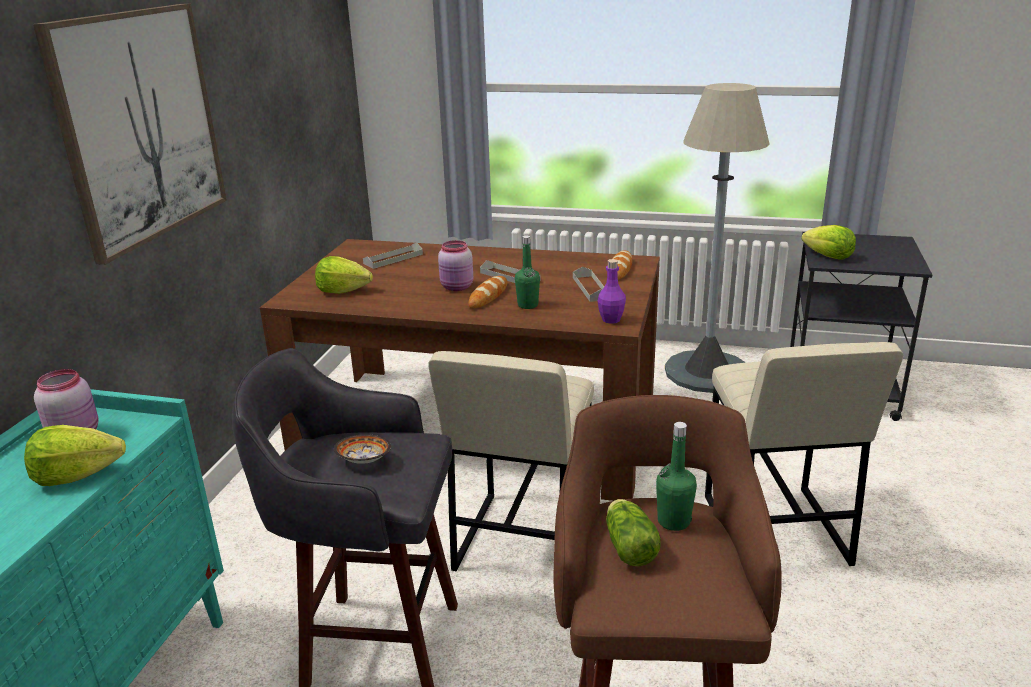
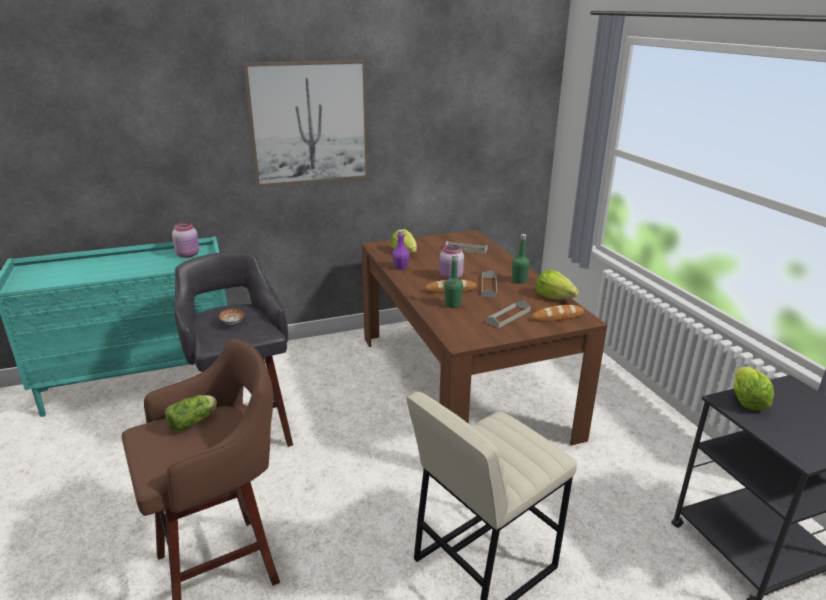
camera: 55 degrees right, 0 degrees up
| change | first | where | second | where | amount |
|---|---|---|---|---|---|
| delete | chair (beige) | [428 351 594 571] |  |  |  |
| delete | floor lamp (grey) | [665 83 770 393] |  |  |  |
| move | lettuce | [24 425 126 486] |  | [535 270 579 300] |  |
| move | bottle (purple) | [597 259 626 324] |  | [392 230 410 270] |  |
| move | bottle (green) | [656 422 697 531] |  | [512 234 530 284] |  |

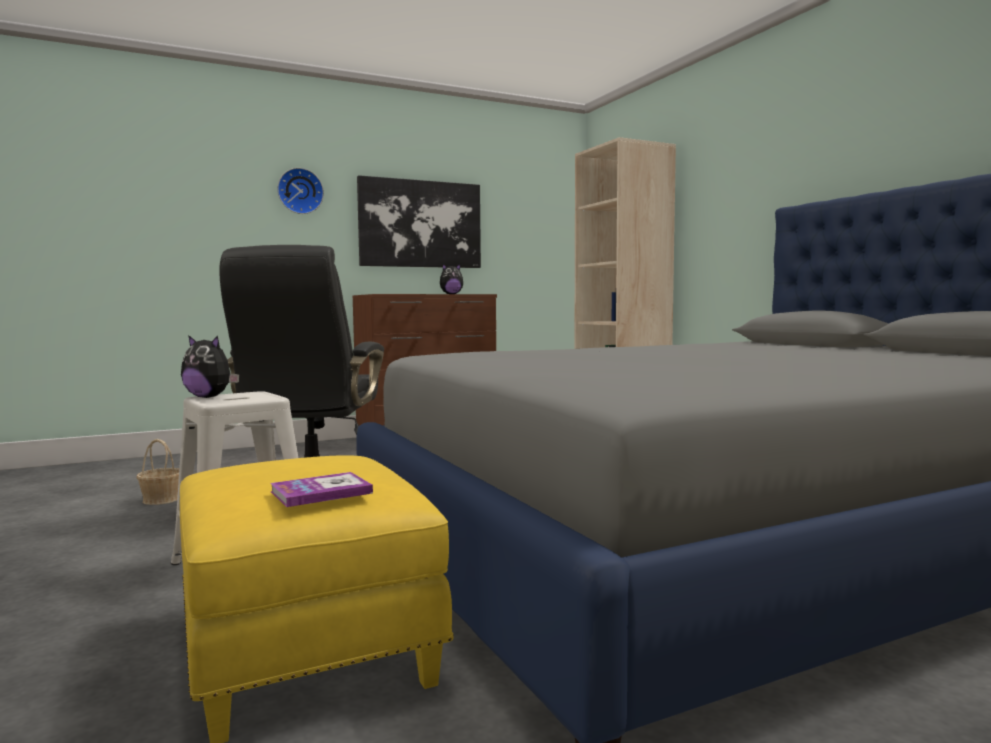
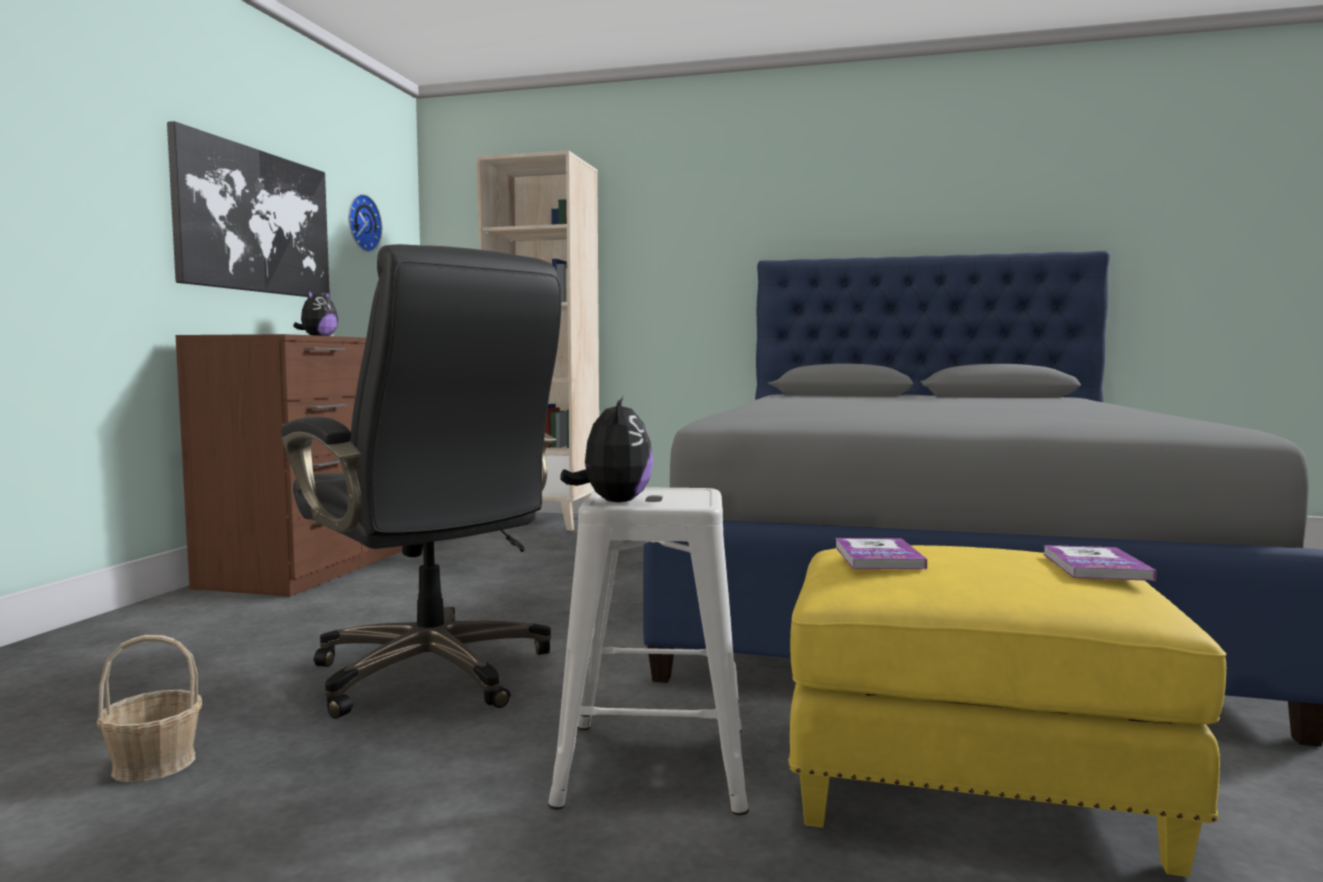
camera: 50 degrees left, 0 degrees up
| change | first | where | second | where | amount |
|---|---|---|---|---|---|
| insert |  |  | book | [835 538 927 569] |  |
| move | wall clock | [277 168 324 214] |  | [349 194 383 252] |  |
| rotate | plush toy | [181 335 239 398] |  | [560 397 653 502] | 60 degrees counterclockwise |

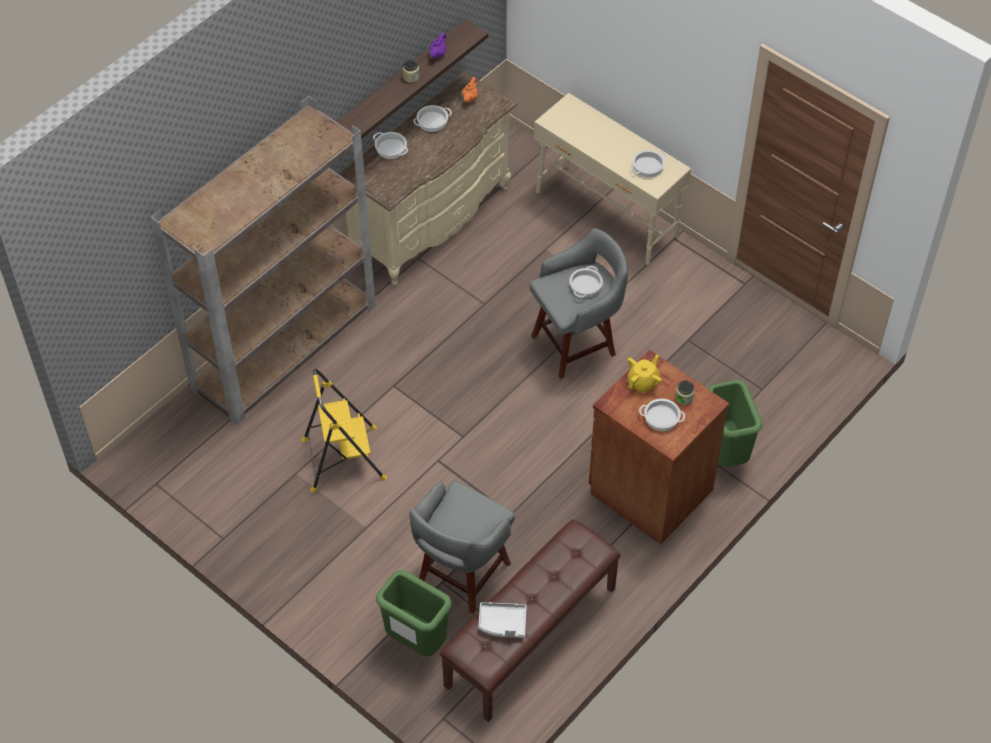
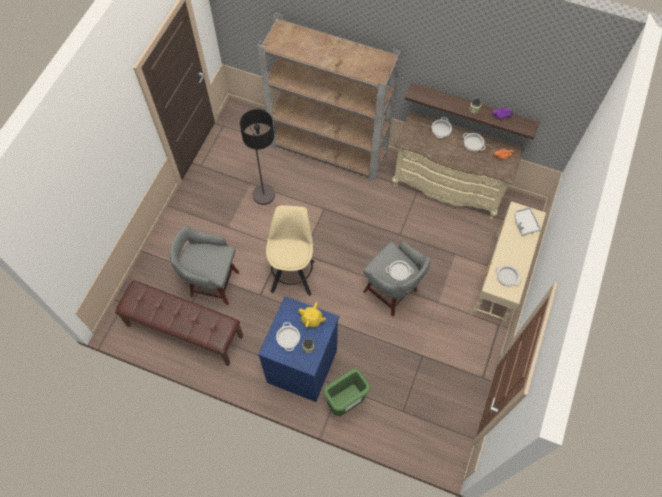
camera: 70 degrees right, 10 degrees up
| change | first | where | second | where | amount |
|---|---|---|---|---|---|
| delete | trash can (green) | [376 570 452 656] |  |  |  |
| insert |  |  | stool (beige) | [266 205 315 296] |  |
| move | tray (grey) | [478 602 527 638] |  | [515 207 541 236] |  |
| replace | step ladder (yellow) | [301 369 387 493] | floor lamp (black) | [240 109 275 205] |  |
| recolor | dresser (brown) | [589 350 729 544] | dresser (blue) | [258 296 339 402] |  |

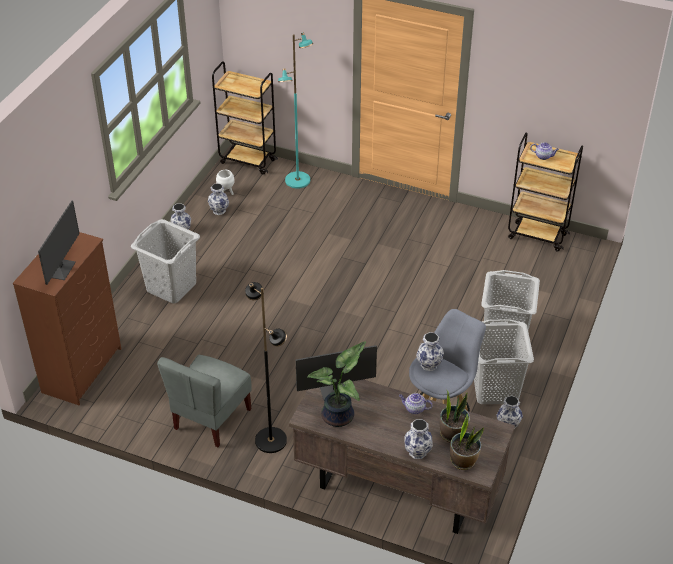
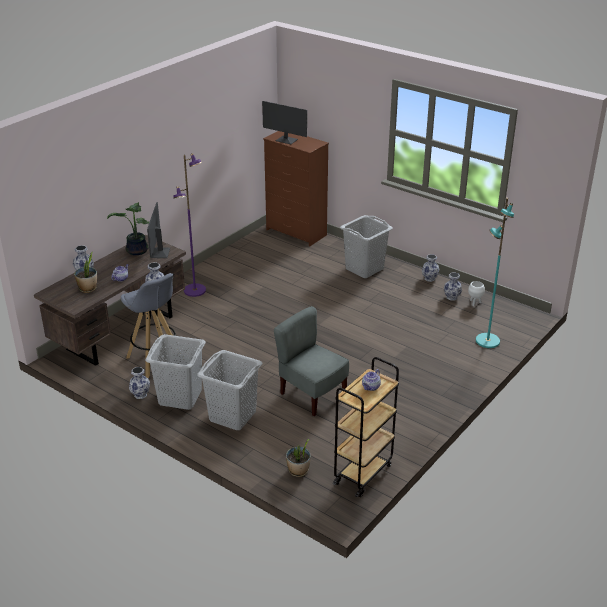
camera: 105 degrees right, 10 degrees down
| change | first | where | second | where | amount |
|---|---|---|---|---|---|
| delete | cart (brown) | [212 62 278 175] |  |  |  |
| move | chair (grey) | [157 355 252 447] |  | [274 306 349 416] |  |
| move | potted plant | [450 414 484 470] |  | [286 439 311 477] |  |
| recolor | floor lamp (black) | [245 282 287 453] | floor lamp (purple) | [173 153 206 297] |  |

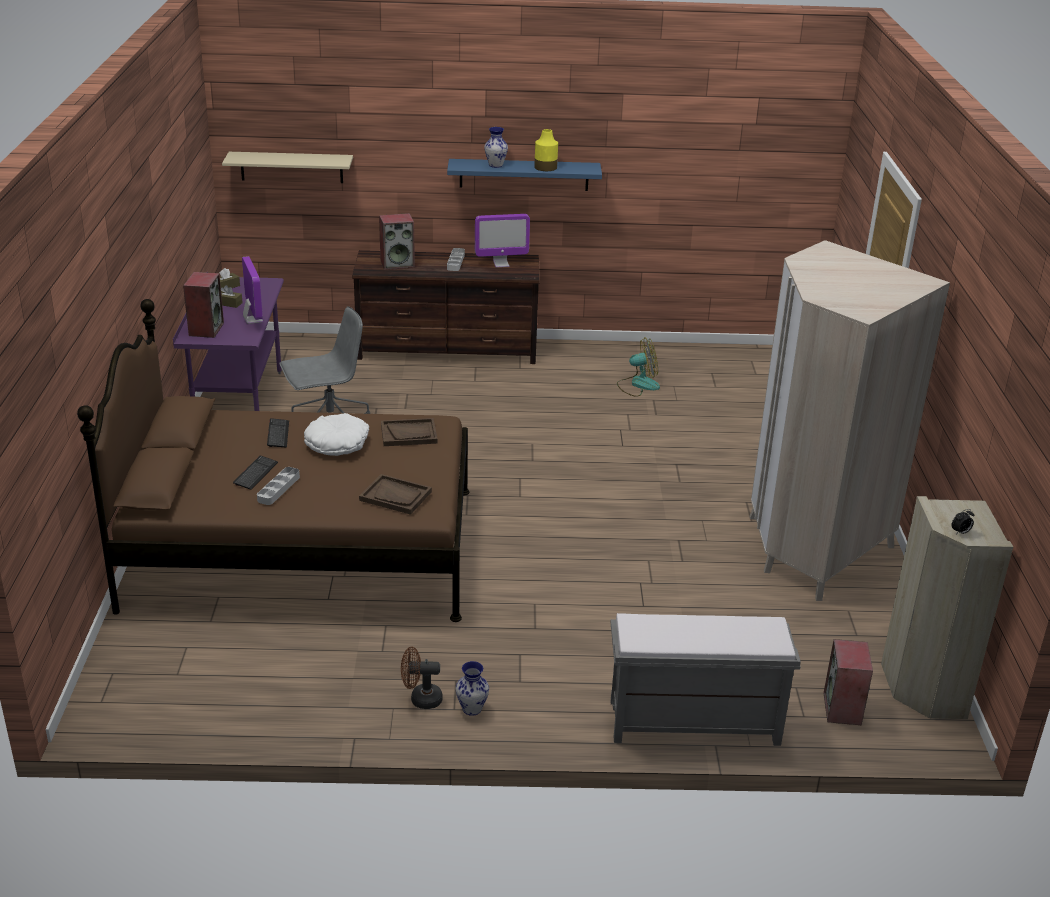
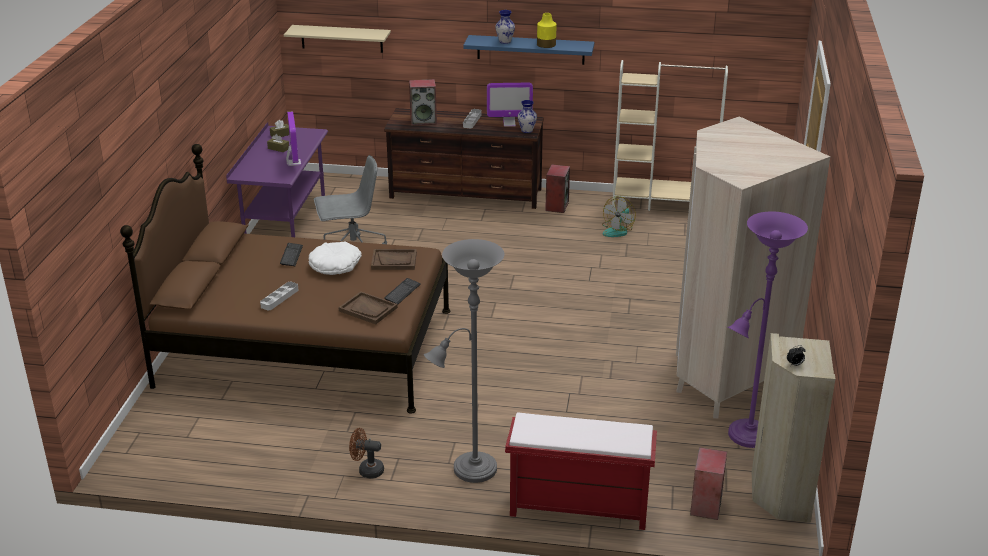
camera: 10 degrees right, 0 degrees up
| change | first | where | second | where | amount |
|---|---|---|---|---|---|
| insert |  |  | floor lamp (grey) | [424 239 504 483] |  |
| insert |  |  | clothes rack (beige) | [612 60 728 211] |  |
| insert |  |  | floor lamp (purple) | [728 211 808 448] |  |
| move | speaker | [183 272 224 338] |  | [545 164 570 213] |  |
| move | keyboard | [233 456 278 490] |  | [384 278 421 305] |  |
| move | vase | [456 661 489 716] |  | [518 100 537 133] |  |
| recolor | bench (grey) | [611 613 801 746] | bench (red) | [505 412 657 530] |  |
| rotate | fan | [617 337 660 397] |  | [602 196 636 237] | 120 degrees clockwise |

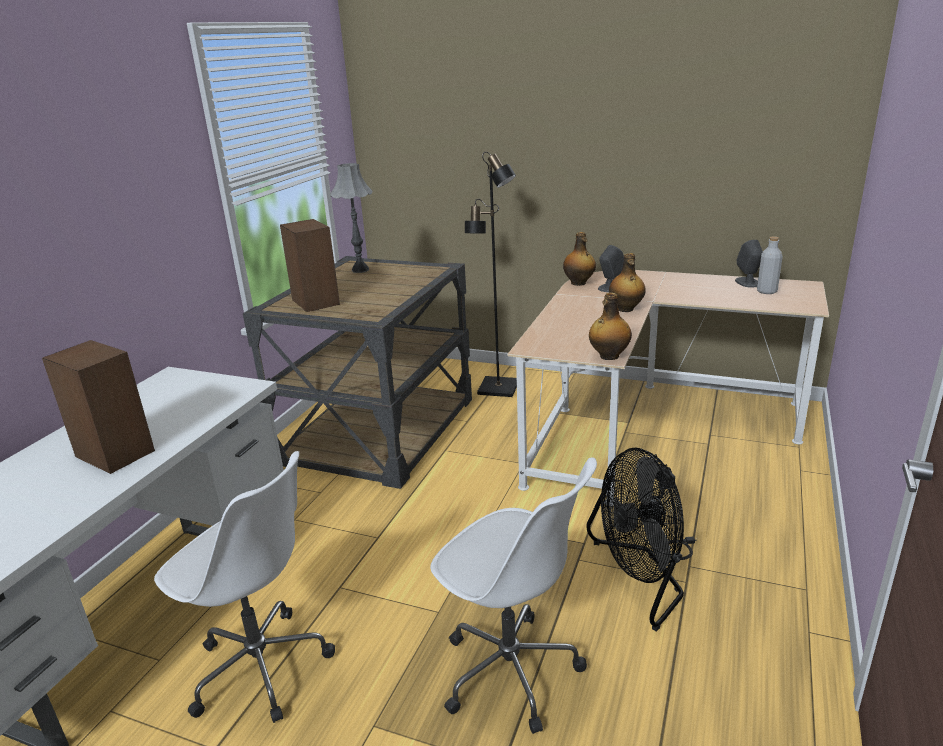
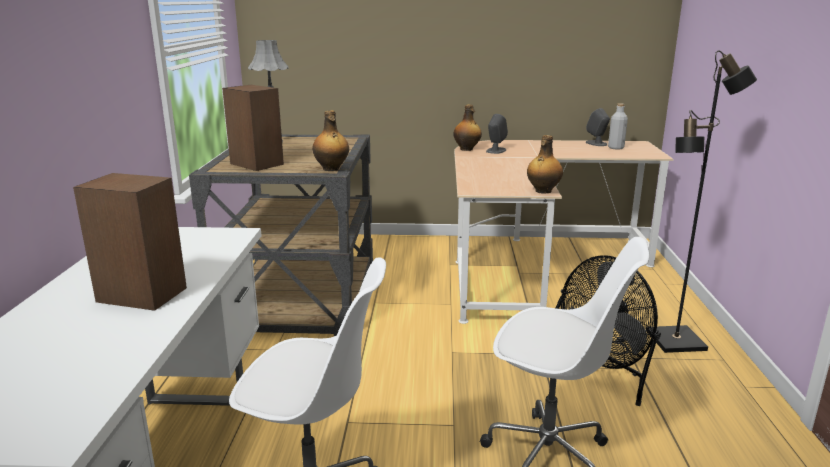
camera: 20 degrees left, 5 degrees down
| change | first | where | second | where | amount |
|---|---|---|---|---|---|
| move | floor lamp (black) | [465 152 517 397] |  | [646 50 757 353] |  |
| move | bottle | [609 253 646 312] |  | [312 110 349 171] |  |

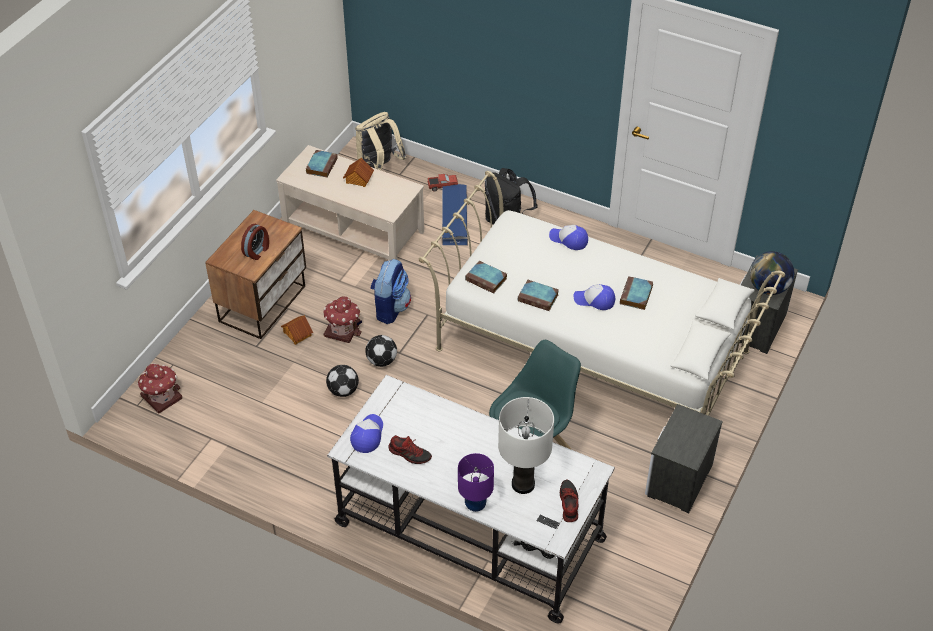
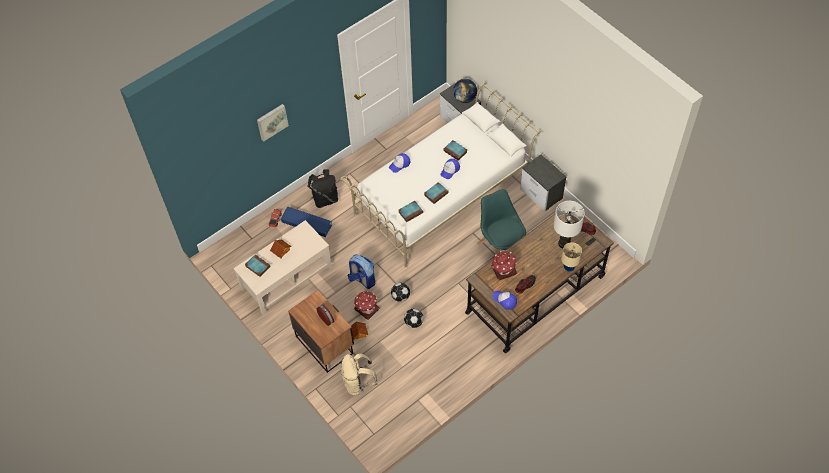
camera: 65 degrees left, 10 degrees up
| change | first | where | second | where | amount |
|---|---|---|---|---|---|
| insert |  |  | picture | [257 104 289 142] |  |
| move | toy house | [137 363 182 413] |  | [492 251 517 280] |  |
| move | backpack (beige) | [355 112 407 170] |  | [341 354 378 395] |  |
| recolor | desk (white) | [327 375 615 623] | desk (brown) | [465 214 614 353] |  |
| recolor | table lamp (purple) | [458 453 494 512] | table lamp (beige) | [561 242 582 272] |  |

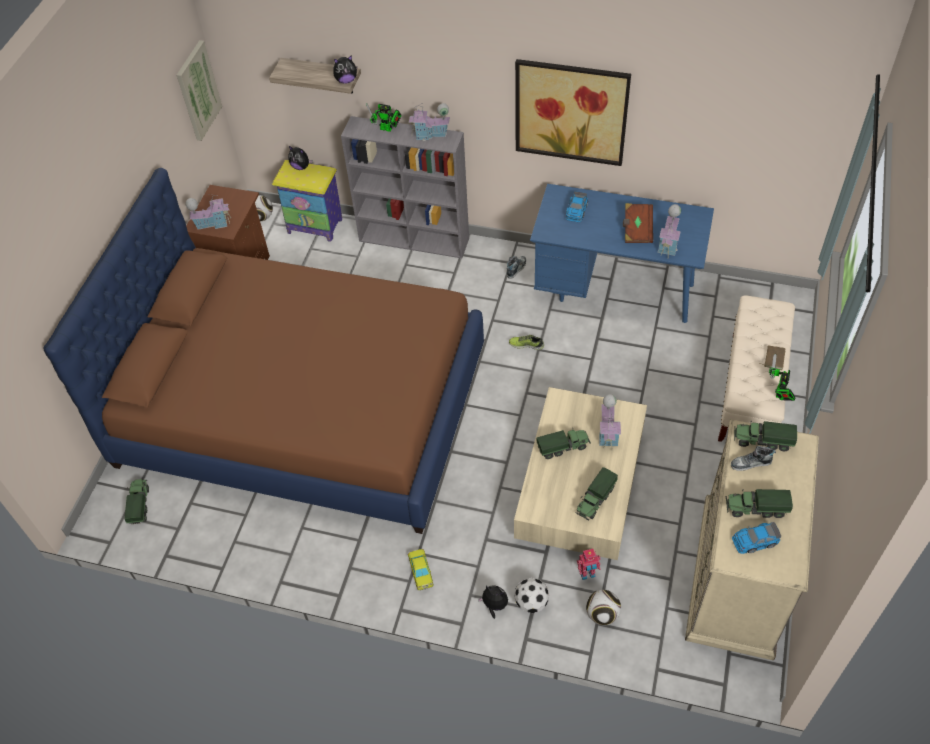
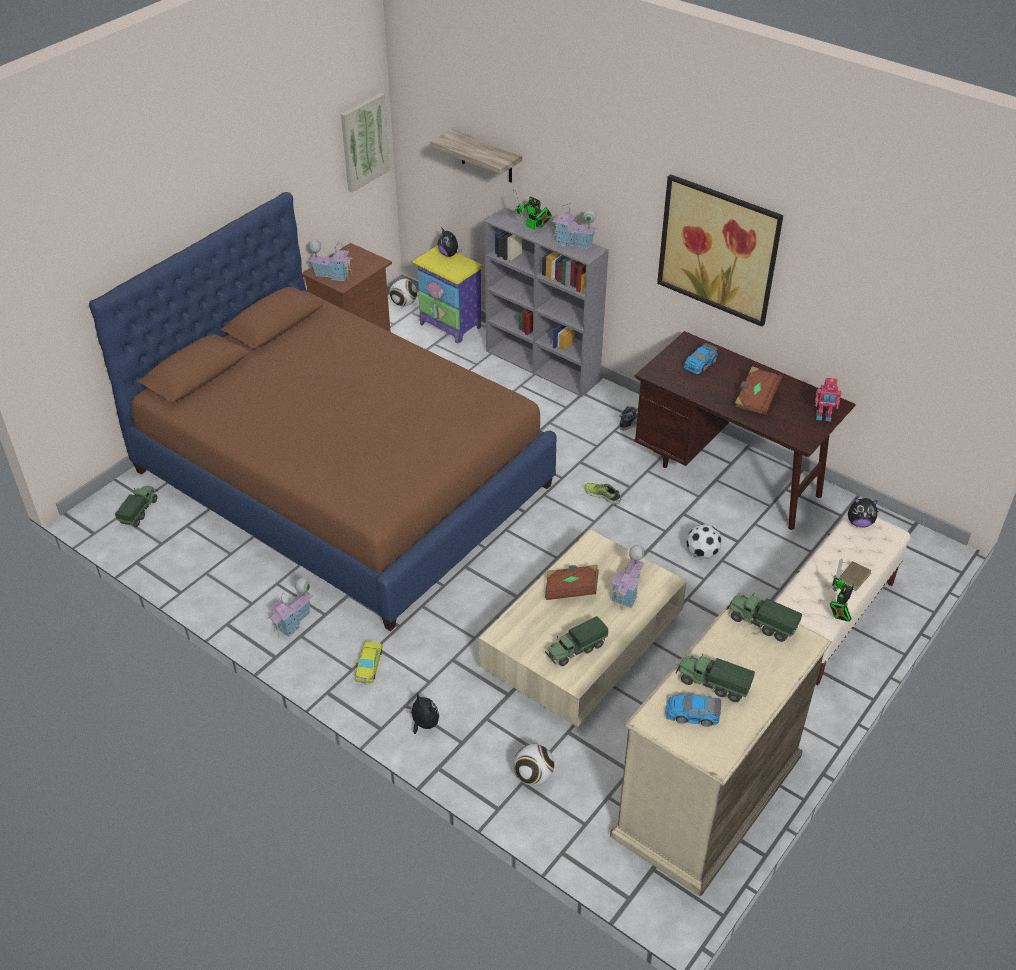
camera: 20 degrees right, 10 degrees down
| change | first | where | second | where | amount |
|---|---|---|---|---|---|
| delete | shoe | [731 446 776 471] |  |  |  |
| move | plush toy | [333 55 357 84] |  | [848 498 878 528] |  |
| move | football | [514 578 549 613] |  | [686 524 722 559] |  |
| move | toy robot | [577 549 600 580] |  | [815 378 841 421] |  |
| move | toy house | [658 204 681 259] |  | [268 578 313 637] |  |
| replace | toy truck | [536 430 591 459] | book (brown) | [545 565 599 600] |  |
| recolor | desk (blue) | [530 184 714 323] | desk (brown) | [634 331 856 530] |  |

